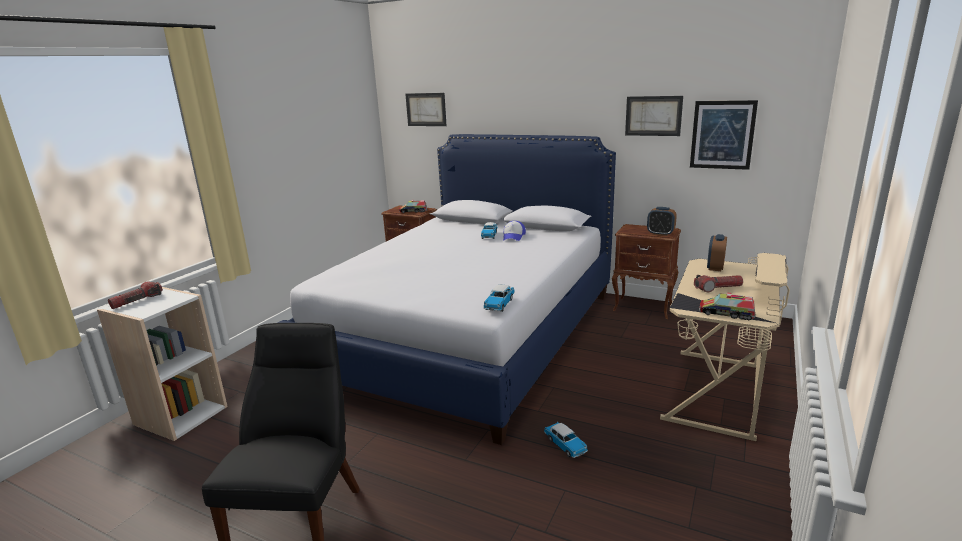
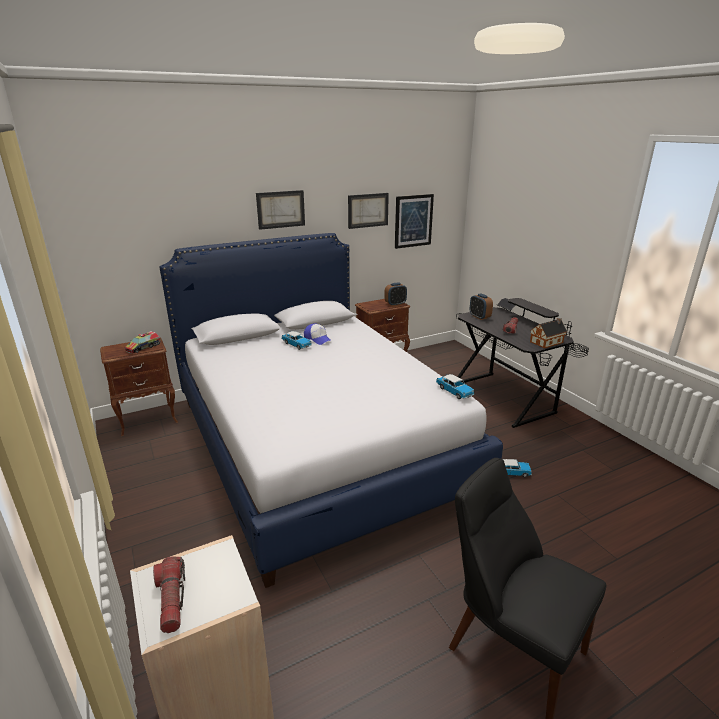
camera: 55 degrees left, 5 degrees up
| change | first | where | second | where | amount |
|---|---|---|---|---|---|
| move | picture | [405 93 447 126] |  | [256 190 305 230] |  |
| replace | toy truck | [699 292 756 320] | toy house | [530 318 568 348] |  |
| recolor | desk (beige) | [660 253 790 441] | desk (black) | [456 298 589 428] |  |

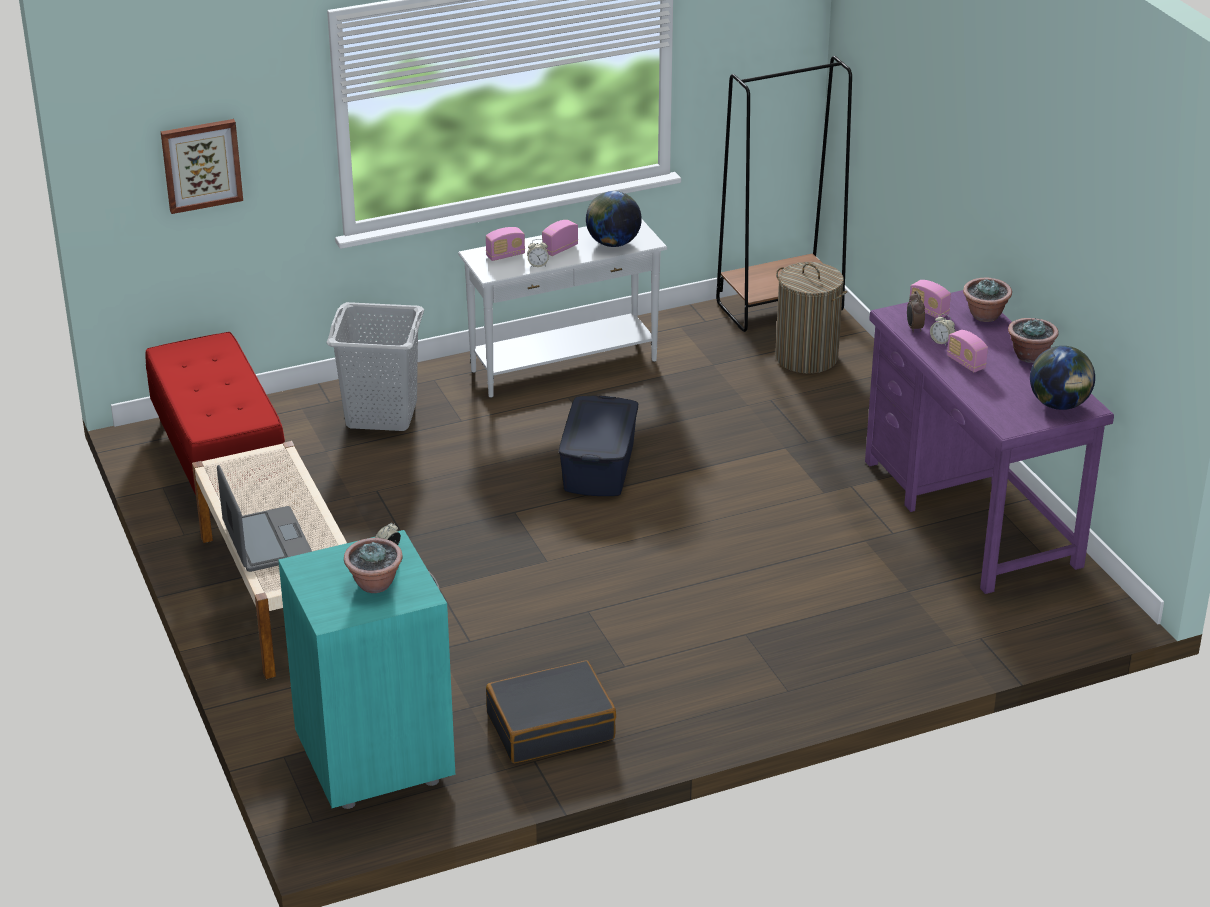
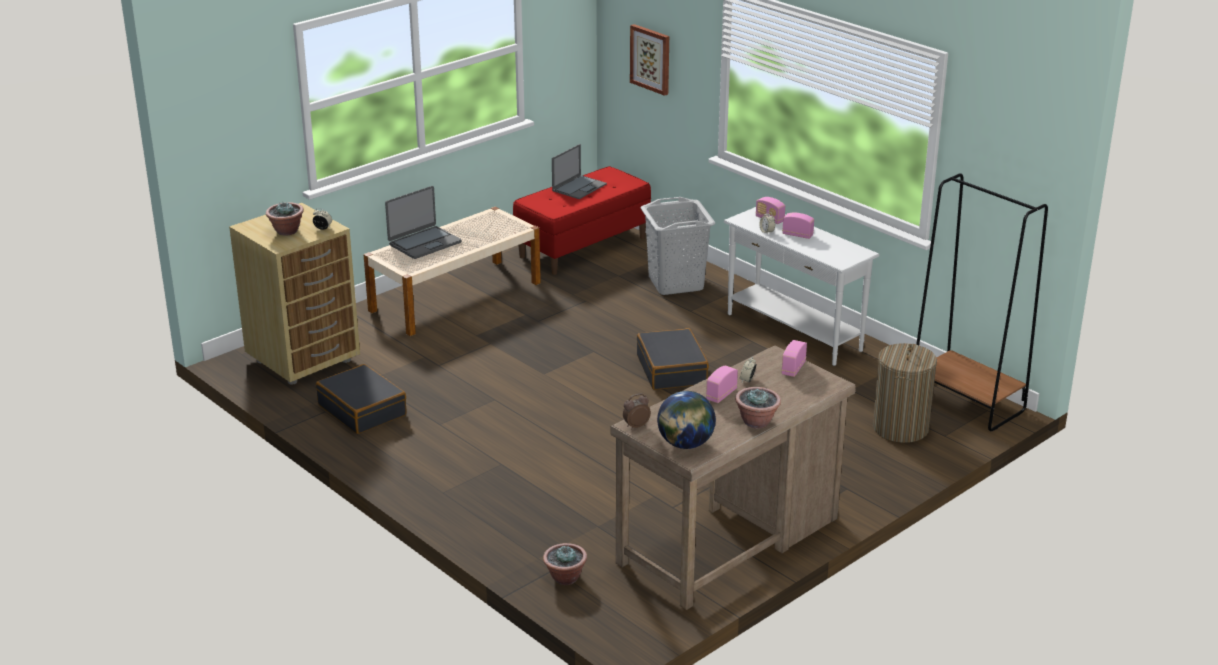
camera: 70 degrees right, 5 degrees down
| change | first | where | second | where | amount |
|---|---|---|---|---|---|
| delete | globe | [586 191 642 247] |  |  |  |
| insert |  |  | laptop | [552 144 607 199] |  |
| move | alarm clock | [907 291 925 333] |  | [623 393 651 430] |  |
| move | potted plant | [963 278 1012 322] |  | [543 543 587 585] |  |
| replace | storage box (blue) | [559 396 638 496] | suitcase (black) | [637 328 709 390] |  |
| recolor | dresser (turquoise) | [278 530 455 809] | dresser (brown) | [229 203 360 385] |  |
| recolor | desk (purple) | [865 290 1114 594] | desk (brown) | [610 345 856 610] |  |

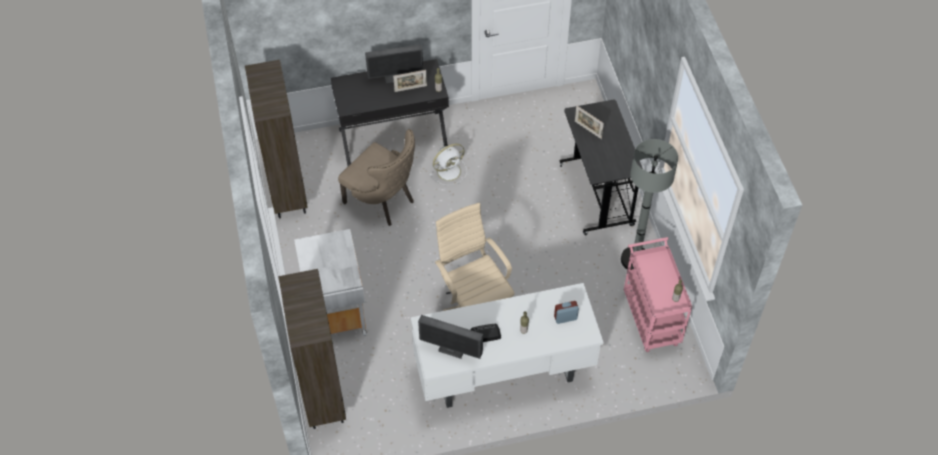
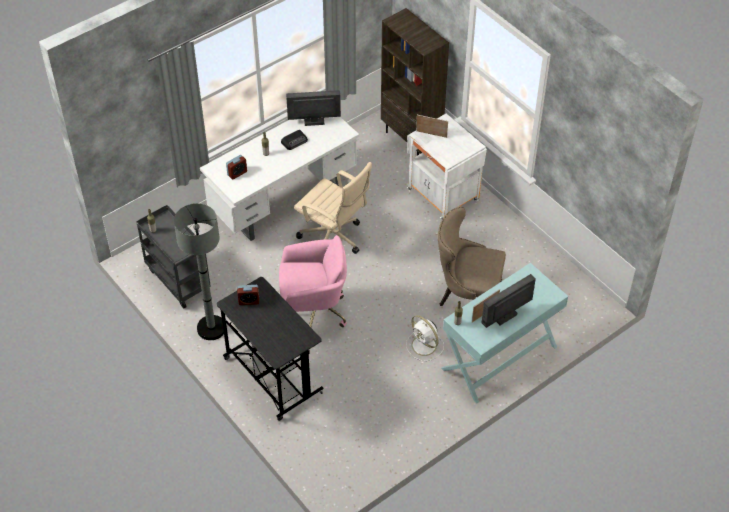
camera: 155 degrees right, 5 degrees down
| change | first | where | second | where | amount |
|---|---|---|---|---|---|
| delete | bookcase (brown) | [245 60 308 219] |  |  |  |
| insert |  |  | alarm clock | [237 285 259 305] |  |
| insert |  |  | office chair (pink) | [279 235 347 327] |  |
| move | picture frame | [575 105 604 139] |  | [416 115 448 138] |  |
| recolor | desk (black) | [331 59 449 166] | desk (turquoise) | [441 263 568 404] |  |
| recolor | cart (pink) | [624 237 692 352] | cart (grey) | [136 205 211 308] |  |
| rotate | fan (white) | [430 144 467 185] |  | [406 315 444 361] | 75 degrees counterclockwise |

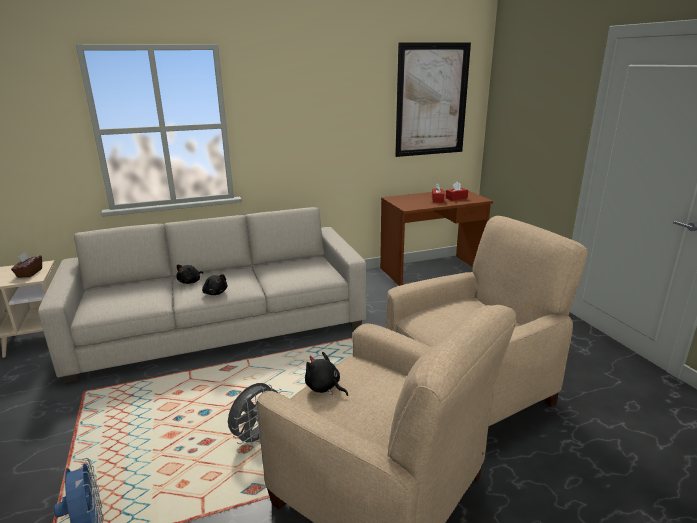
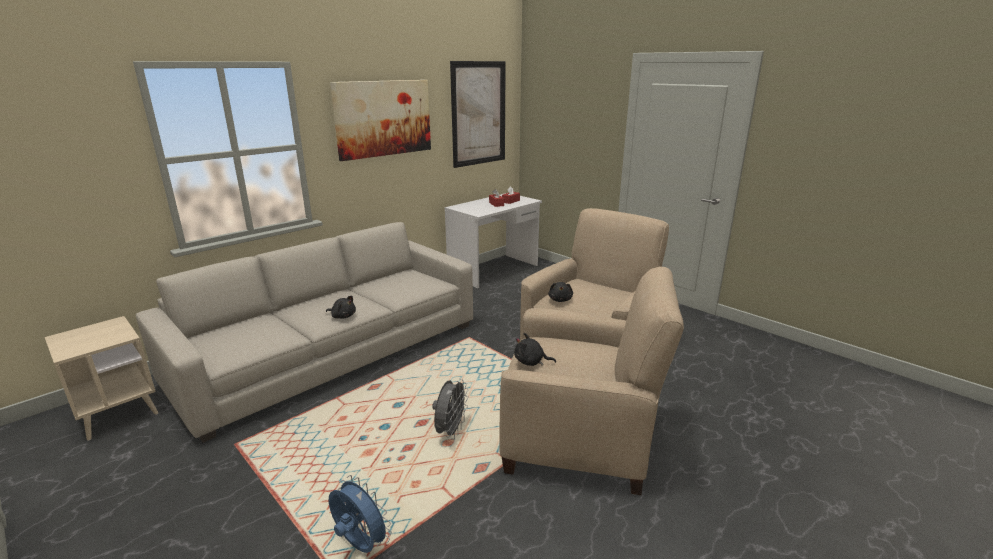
camera: 25 degrees left, 0 degrees up
| change | first | where | second | where | amount |
|---|---|---|---|---|---|
| delete | tissue box (brown) | [11 252 42 278] |  |  |  |
| insert |  |  | picture | [330 80 431 161] |  |
| move | plush toy (black) | [176 265 203 284] |  | [548 282 573 302] |  |
| recolor | desk (brown) | [380 190 493 286] | desk (white) | [444 193 542 288] |  |

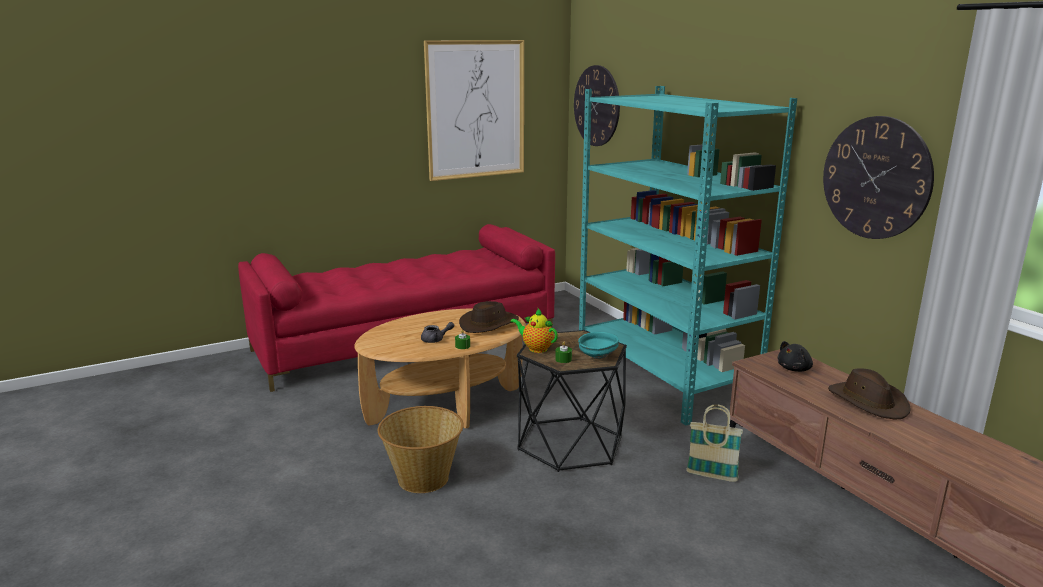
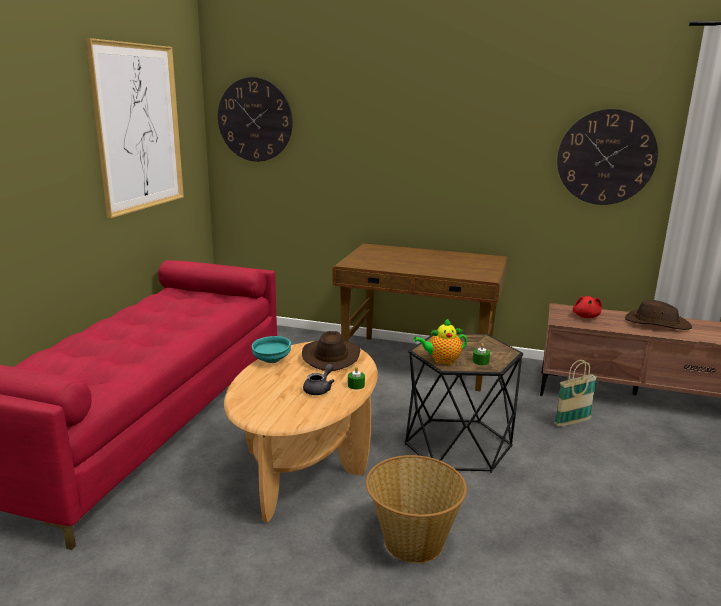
camera: 45 degrees left, 0 degrees up
| change | first | where | second | where | amount |
|---|---|---|---|---|---|
| move | bowl (turquoise) | [578 332 619 359] |  | [251 336 291 363] |  |
| replace | bookcase (turquoise) | [579 86 797 426] | desk (brown) | [332 244 508 392] |  |
| recolor | plush toy (black) | [777 341 813 372] | plush toy (red) | [573 296 602 318] |  |

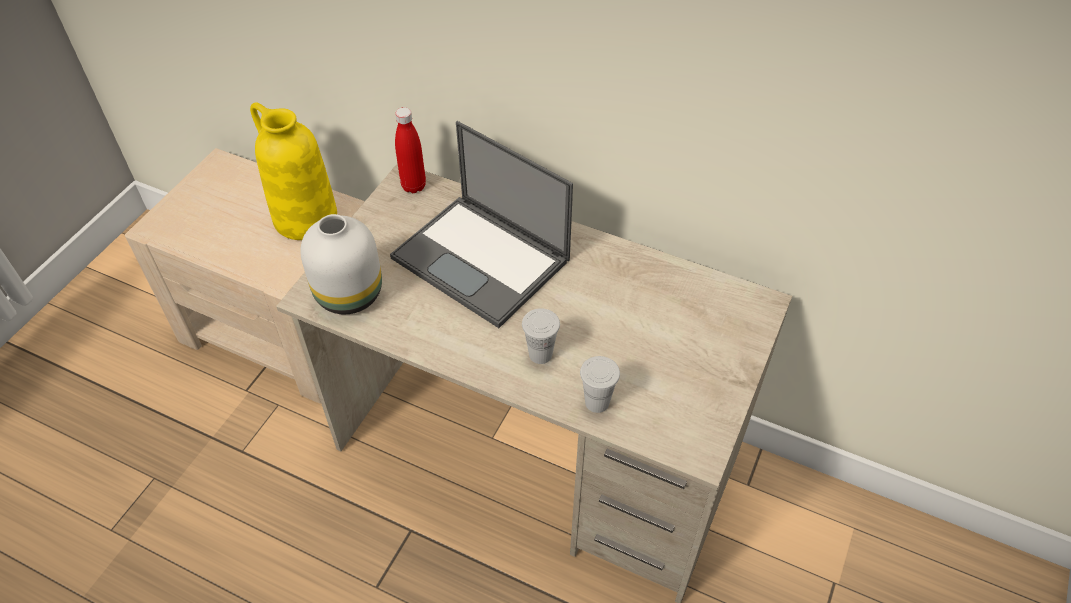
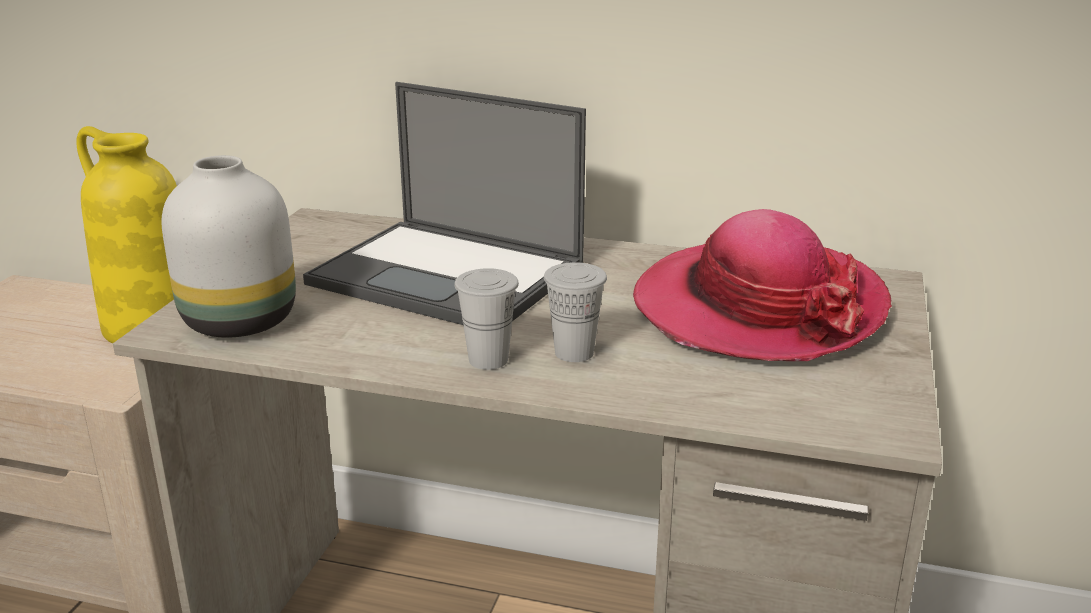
camera: 10 degrees left, 25 degrees down
| change | first | where | second | where | amount |
|---|---|---|---|---|---|
| delete | bottle (red) | [395 107 426 193] |  |  |  |
| insert |  |  | hat | [633 209 892 361] |  |
| move | cup (white) | [580 356 620 413] |  | [454 268 519 370] |  |

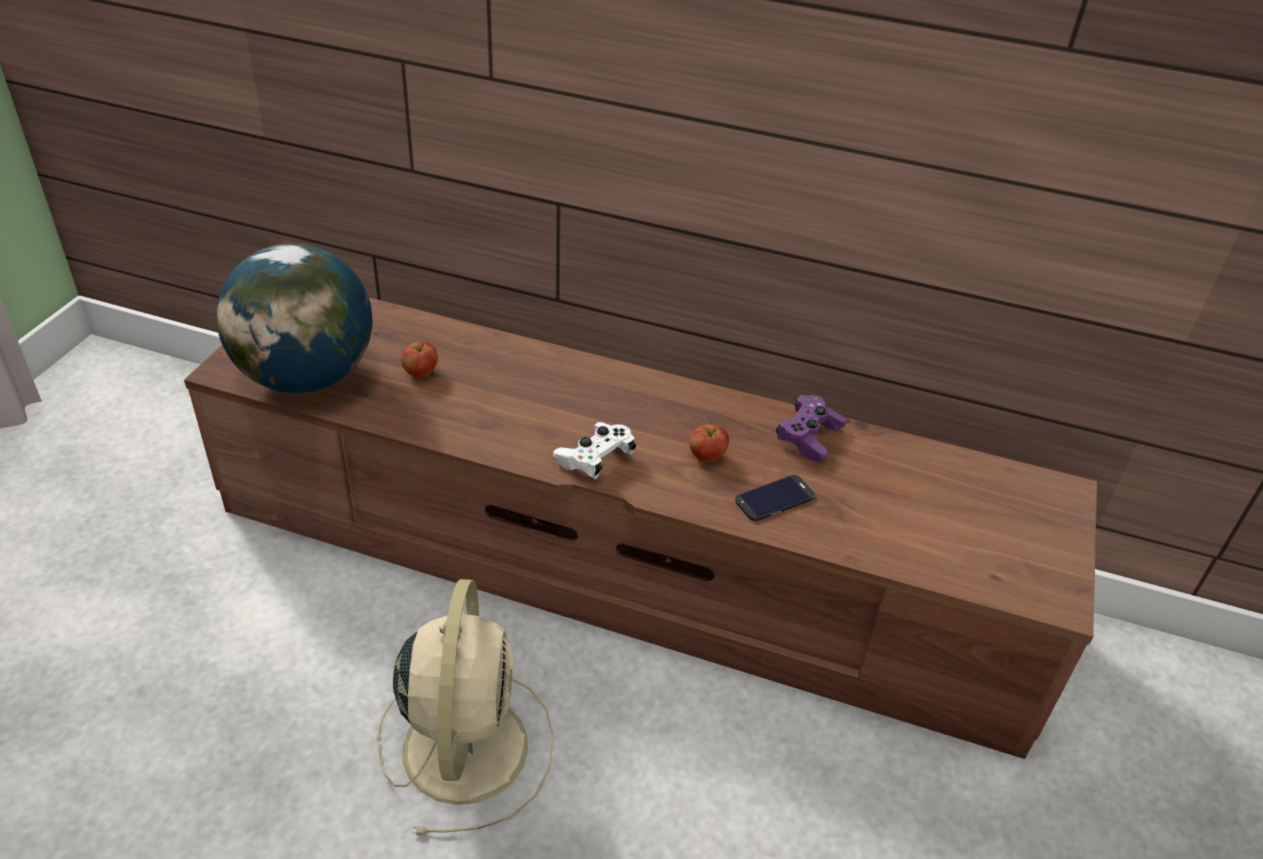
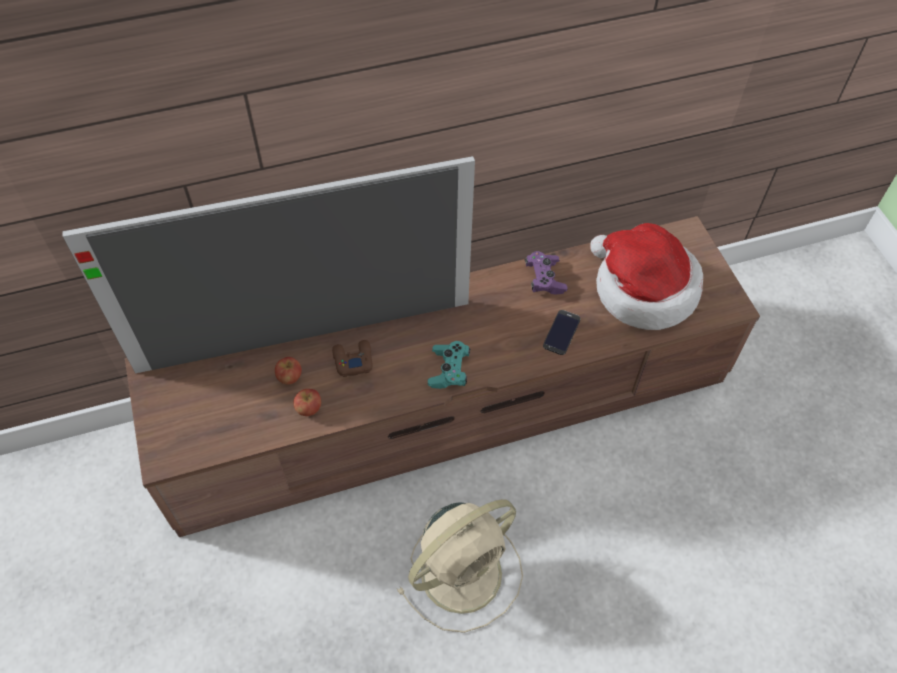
camera: 35 degrees left, 15 degrees up
| change | first | where | second | where | amount |
|---|---|---|---|---|---|
| delete | globe | [216 243 373 393] |  |  |  |
| insert |  |  | television | [62 156 475 374] |  |
| insert |  |  | game controller (brown) | [332 340 372 377] |  |
| insert |  |  | hat | [590 223 703 330] |  |
| move | apple | [689 424 729 462] |  | [293 389 321 416] |  |
| recolor | game controller (white) | [553 422 636 479] | game controller (turquoise) | [428 341 471 389] |  |
| rotate | fan (beige) | [376 579 554 836] |  | [397 499 523 633] | 90 degrees clockwise |

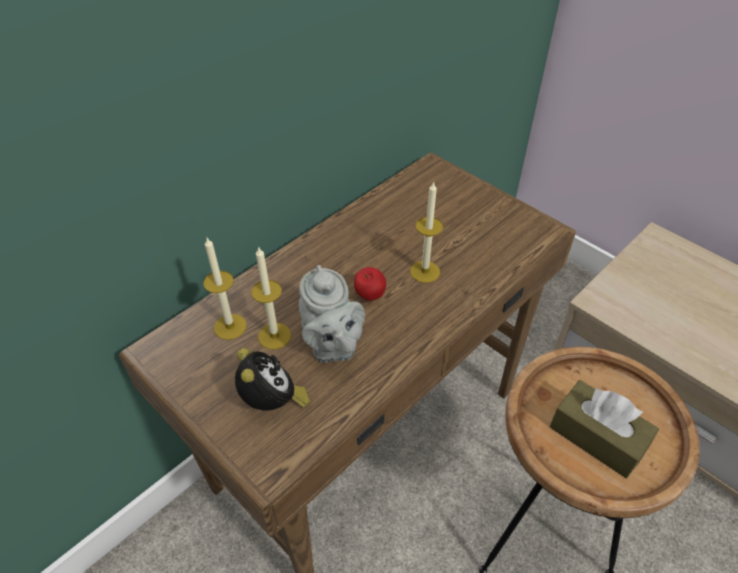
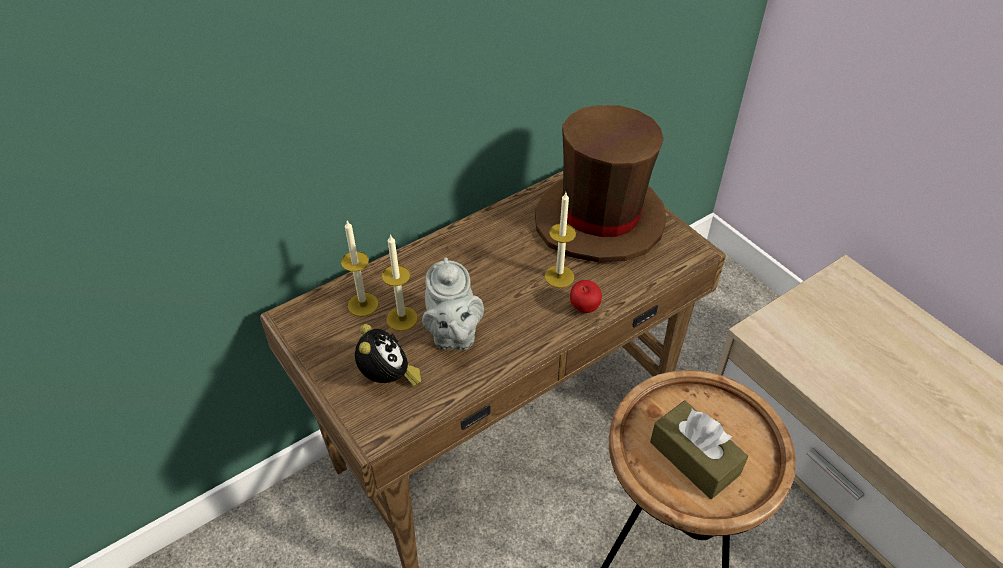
camera: 10 degrees right, 0 degrees up
| change | first | where | second | where | amount |
|---|---|---|---|---|---|
| insert |  |  | hat (brown) | [535 105 666 263] |  |
| move | apple | [354 267 386 301] |  | [570 280 602 313] |  |

